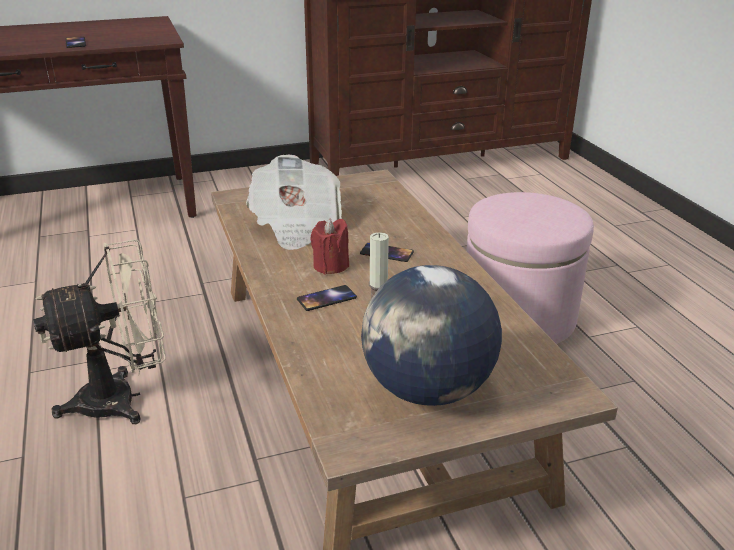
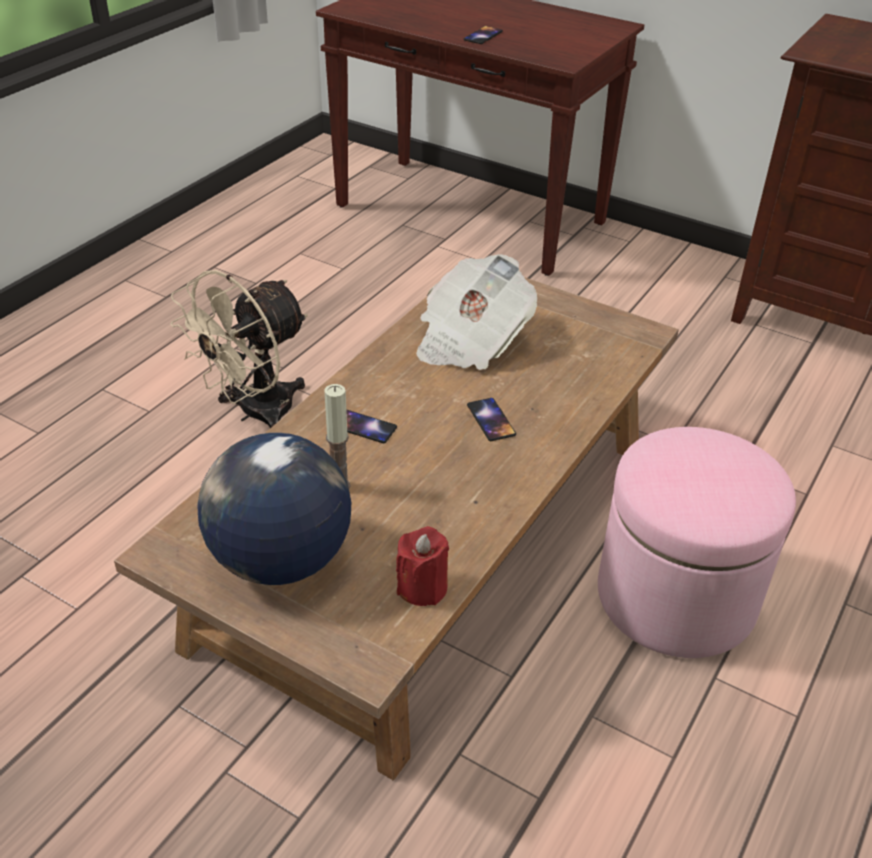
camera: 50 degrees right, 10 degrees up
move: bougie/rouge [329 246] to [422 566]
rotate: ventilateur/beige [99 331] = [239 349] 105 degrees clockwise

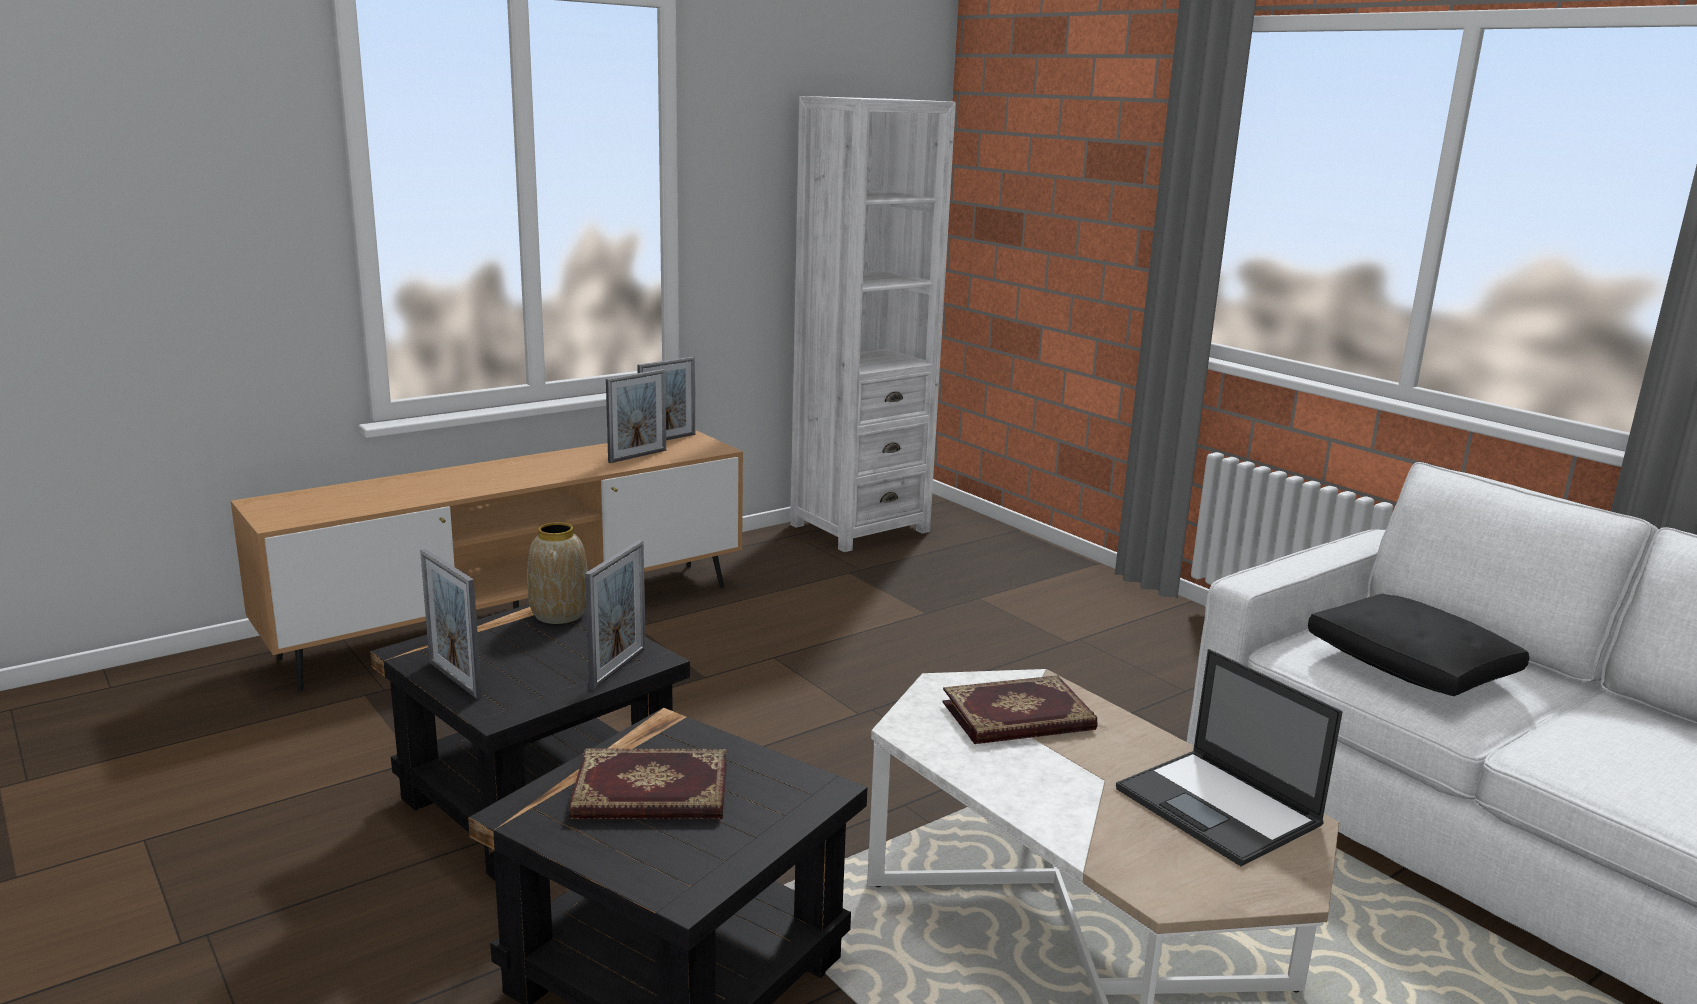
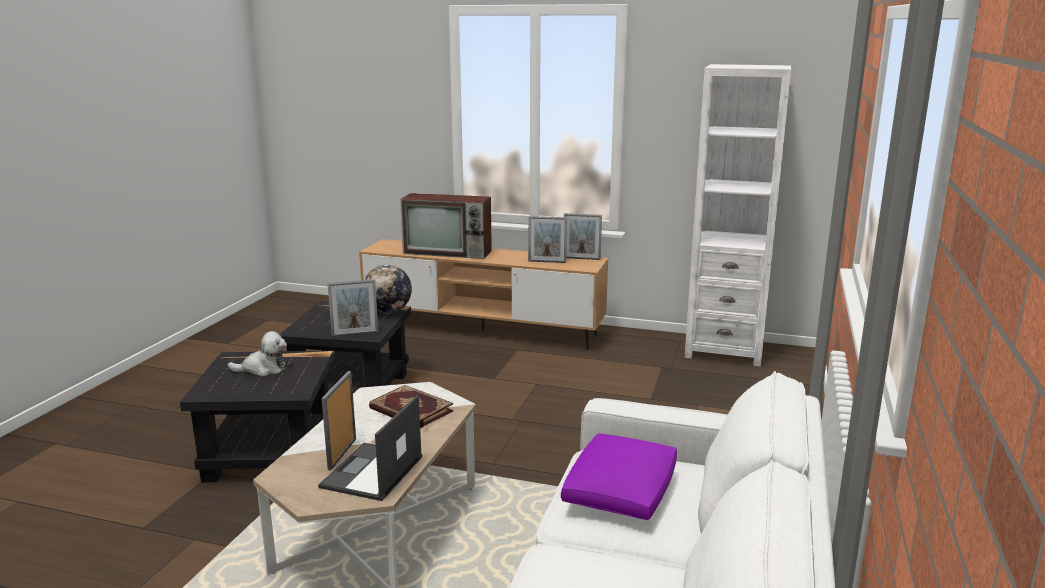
camera: 55 degrees right, 0 degrees up
insert: téléviseur [446 226]
move: cadre photo [451 624] to [338 420]
replace: livre [648 784] to peluche [257 354]; vase [557 573] to globe [388 289]
recolor: coussin/noir [1418 645] to coussin/violet [619 476]

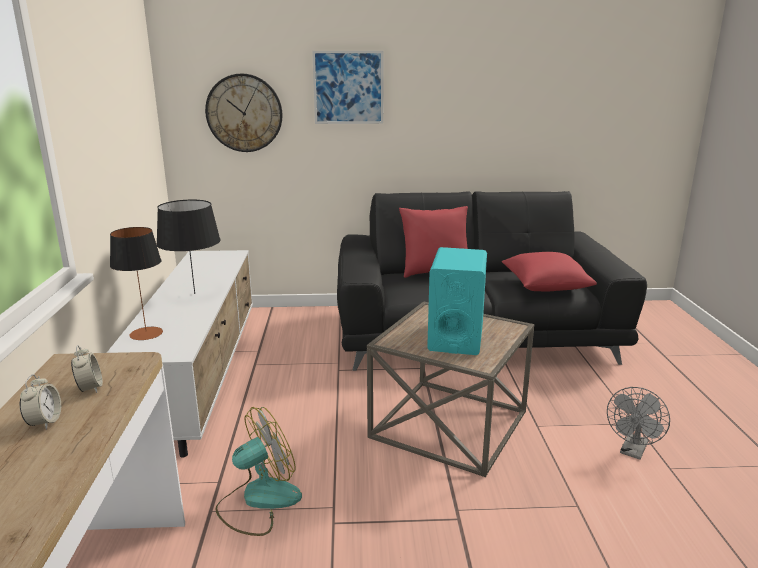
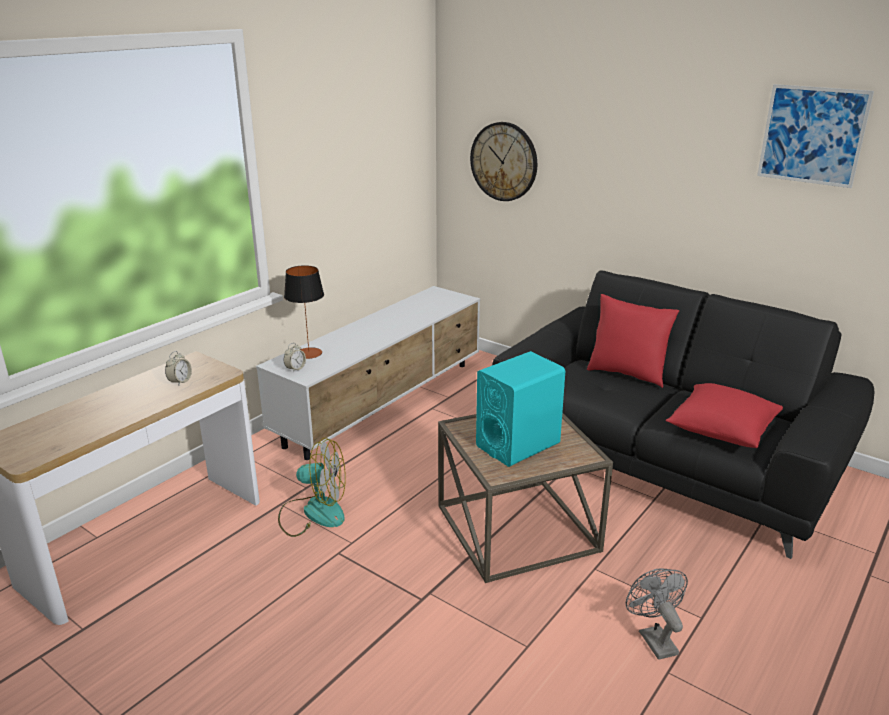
camera: 40 degrees right, 5 degrees up
delete: lampe de table/noir [188 247]
move: réveil [40 402] to [295 357]; tableau [348 87] to [815 136]
rotate: ventilateur/gris [638 423] = [657 614] 90 degrees clockwise

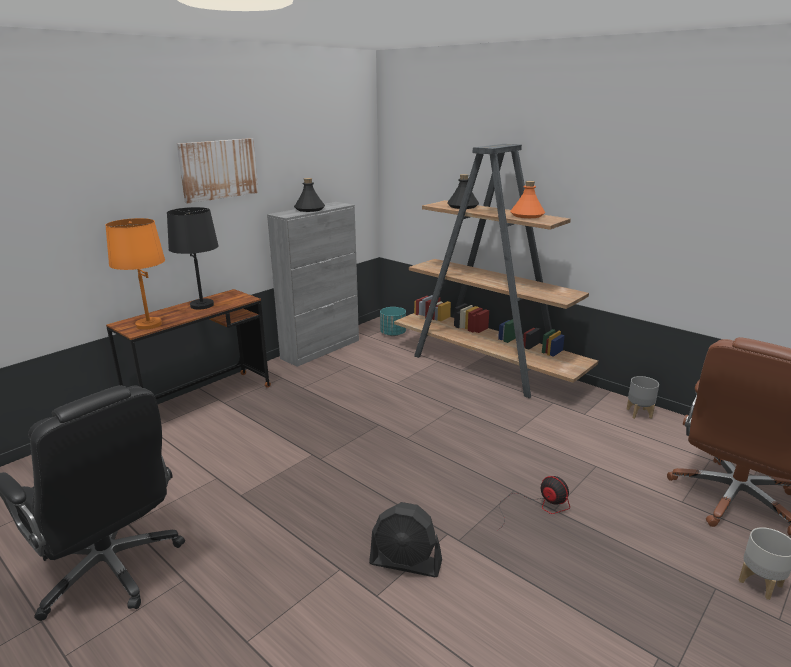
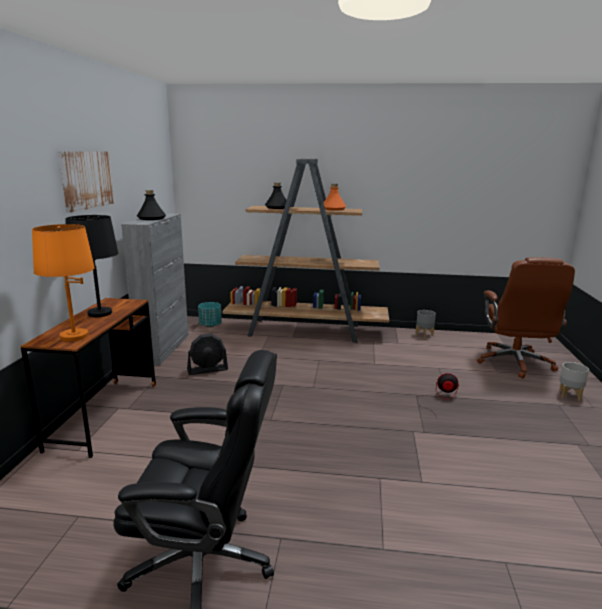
camera: 35 degrees left, 5 degrees down
move: ventilateur/noir [405 539] to [207 354]

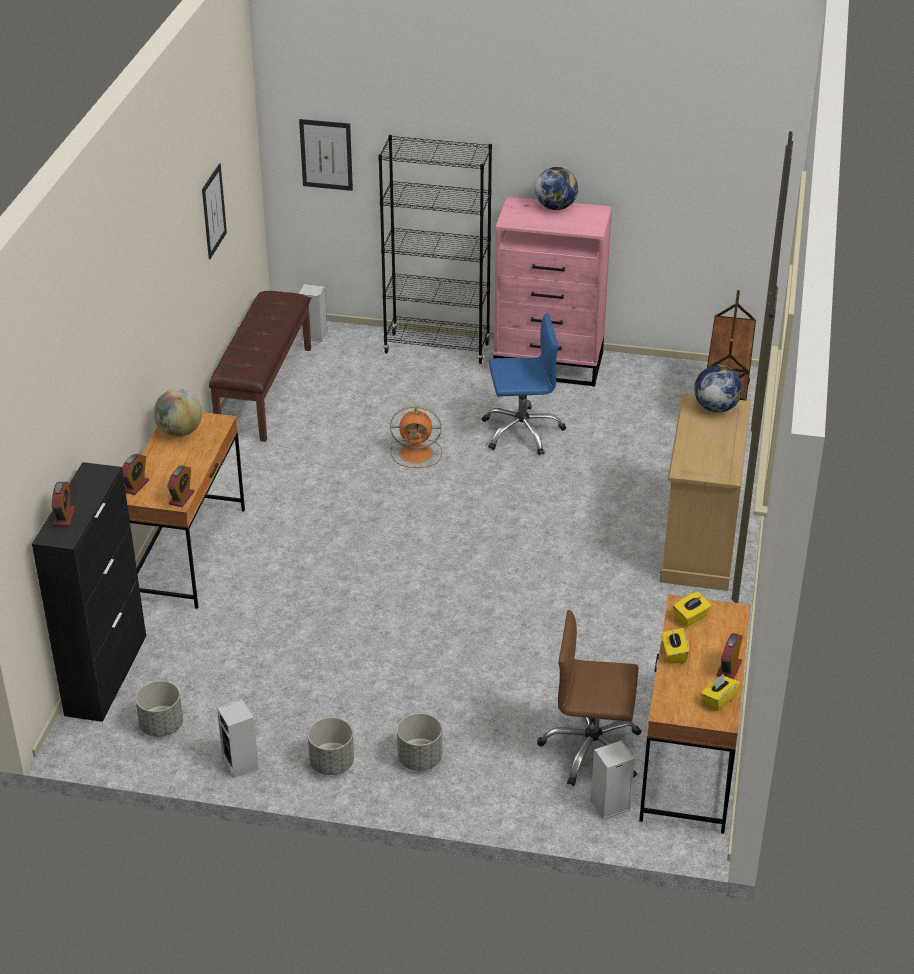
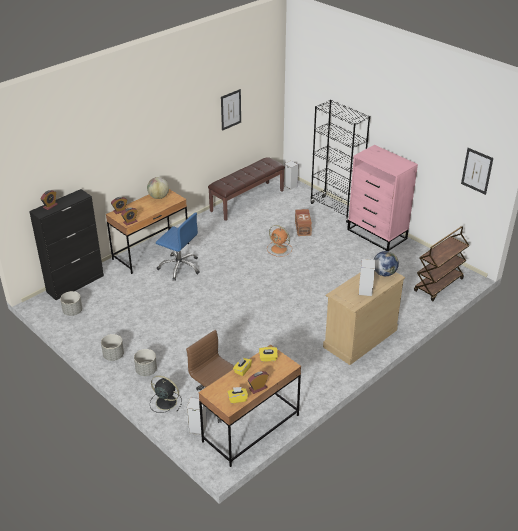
camera: 35 degrees right, 0 degrees up
delete: globe [556 188]
insert: ventilateur/noir [166 394]; boîte de rangement/marron [303 222]
move: chaise de bureau/bleu [524 384] to [178 246]; enceinte [238 738] to [367 277]; tableau [326 155] to [477 171]

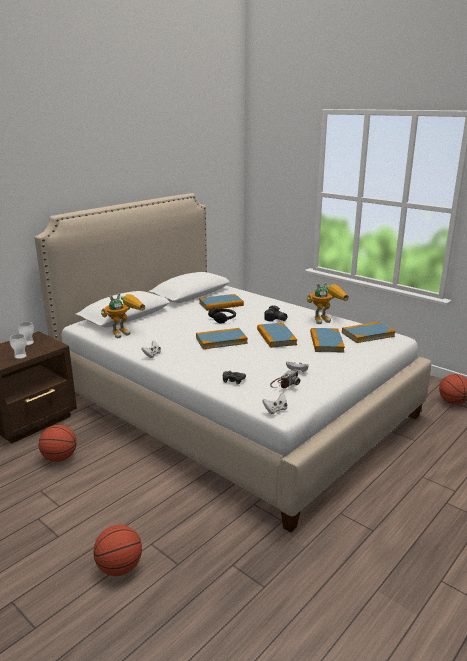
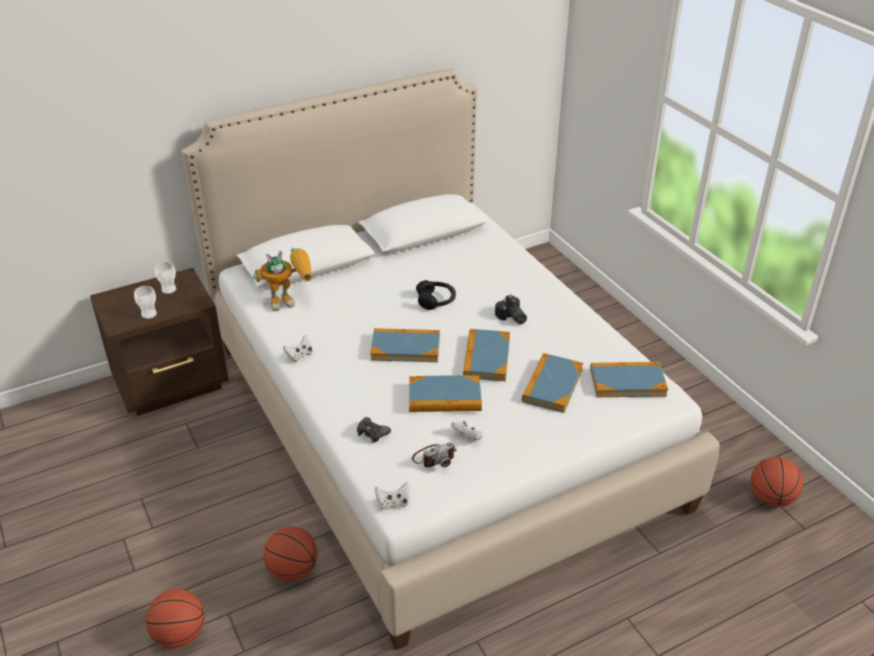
camera: 20 degrees right, 15 degrees up
delete: robot jouet [328 303]
move: ballon de basket [58 443] to [290 553]; livre [221 302] to [445 393]

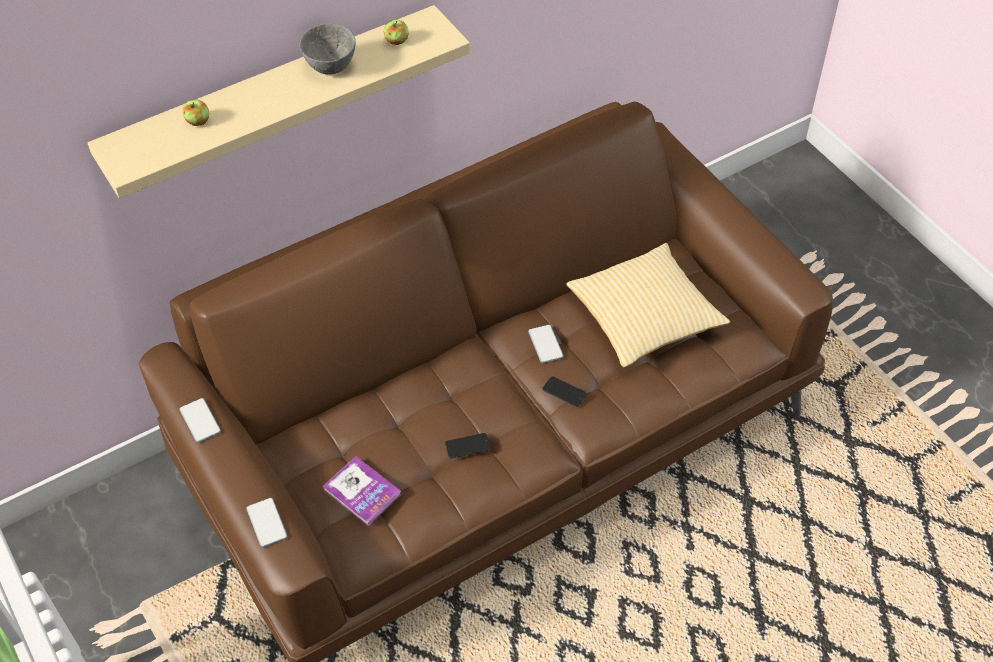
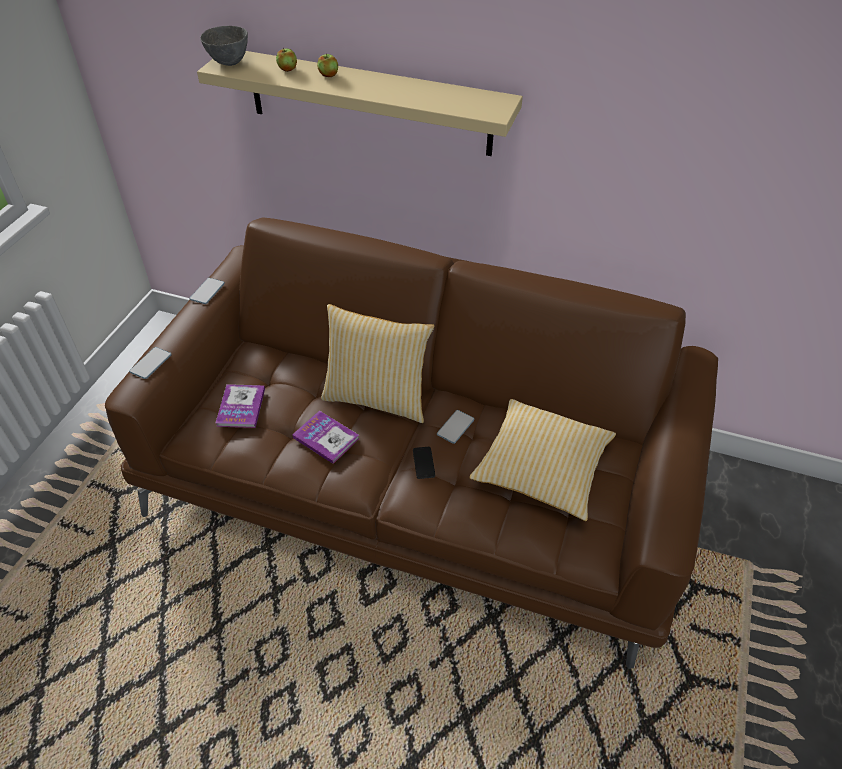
camera: 50 degrees right, 5 degrees down
insert: coussin [377 363]
move: bol/gris [328 49] to [224 46]; pomme [396 32] to [327 65]
replace: téléphone [468 445] to livre [326 437]

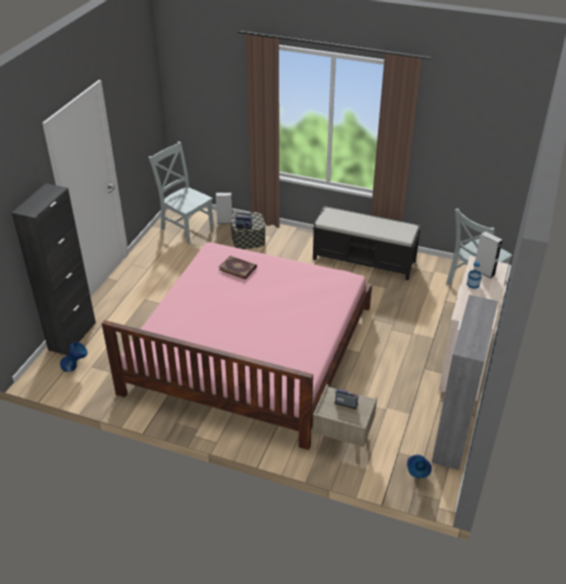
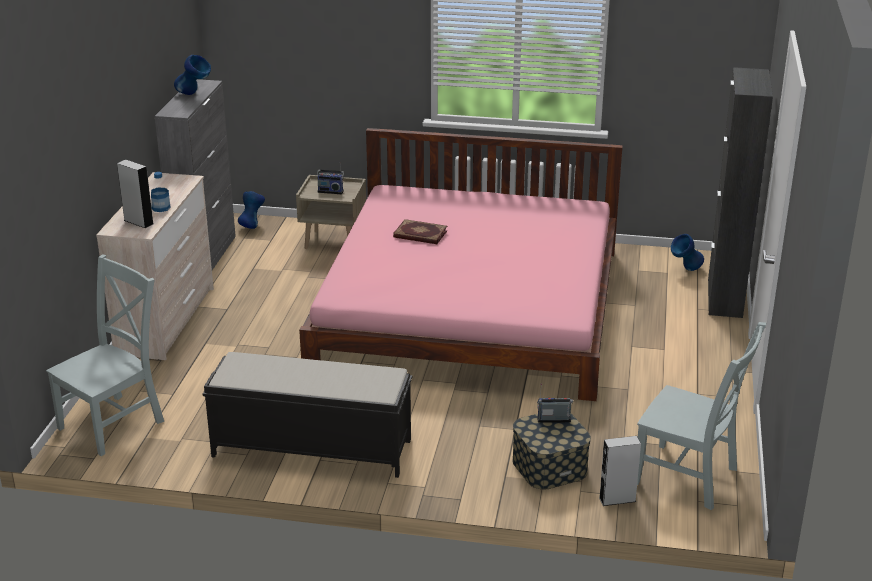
camera: 170 degrees right, 10 degrees down
insert: vase/bleu [192 75]
move: livre [238 267] to [420 231]

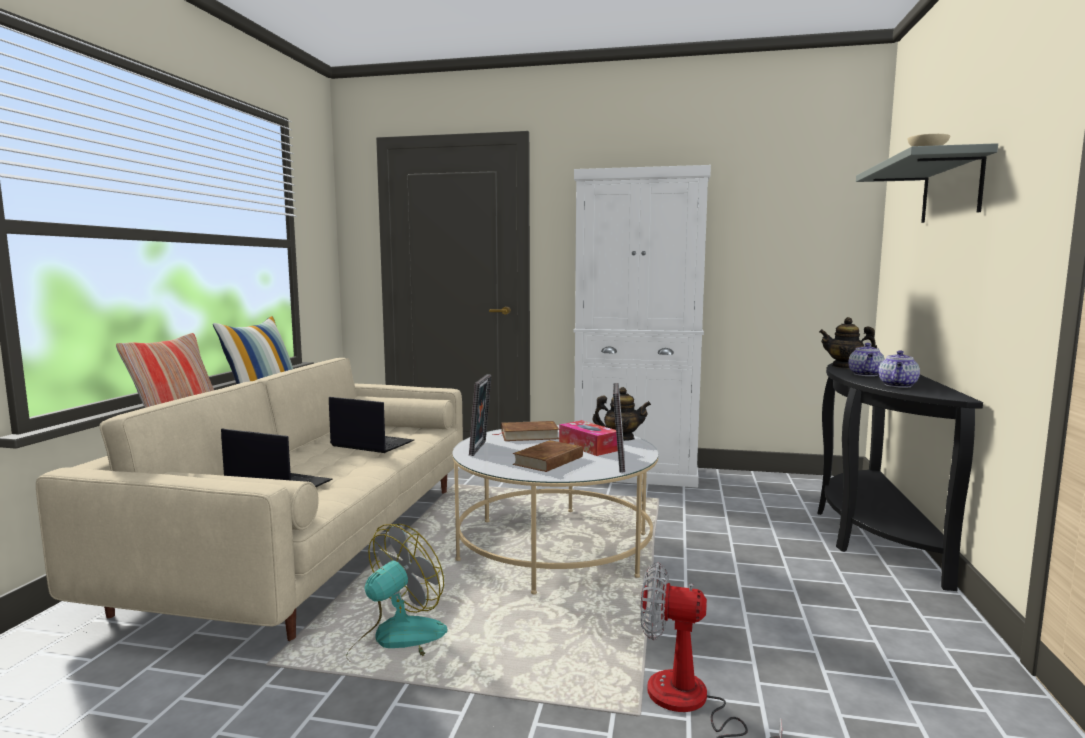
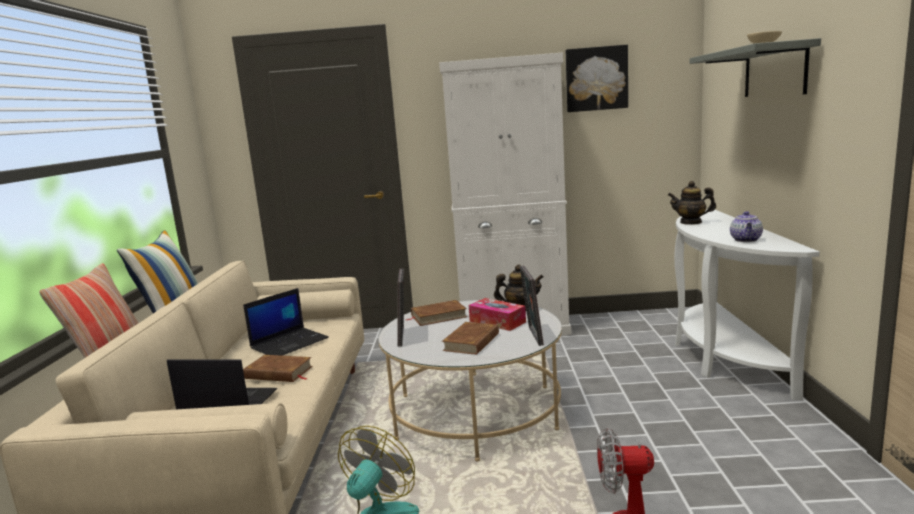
camera: 10 degrees left, 5 degrees up
delete: théière [866 359]
insert: livre/marron [278 368]; tableau [597 78]
recolor: table console/noir [900 477] to table console/blanc [747 304]
rotate: ordinateur portable [371 425] = [286 322] 120 degrees clockwise

